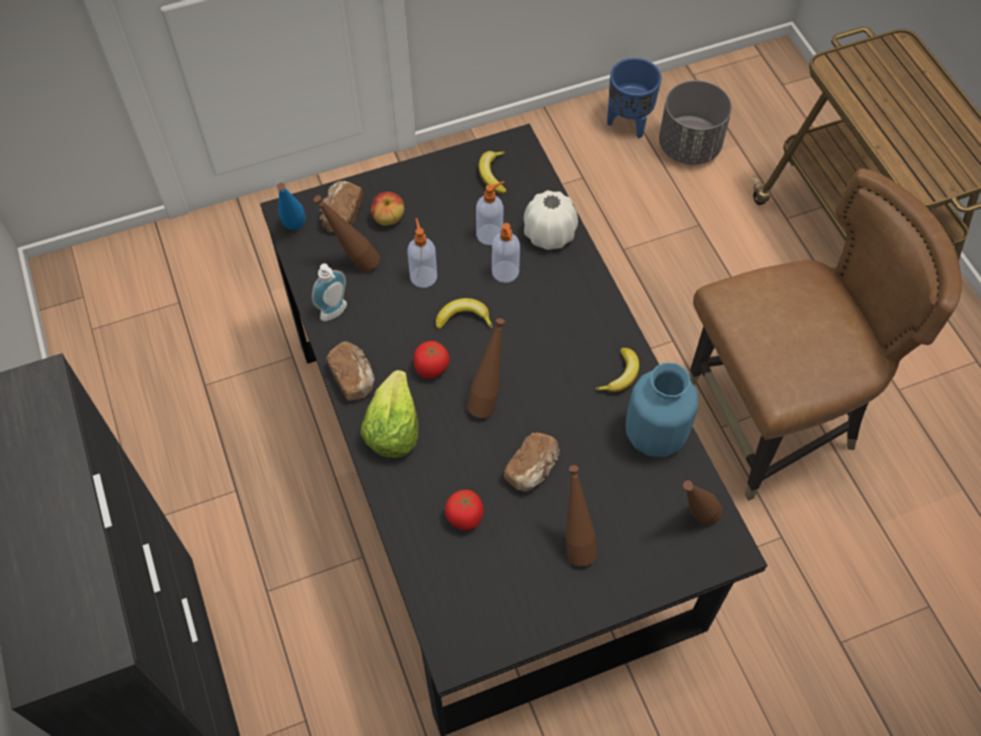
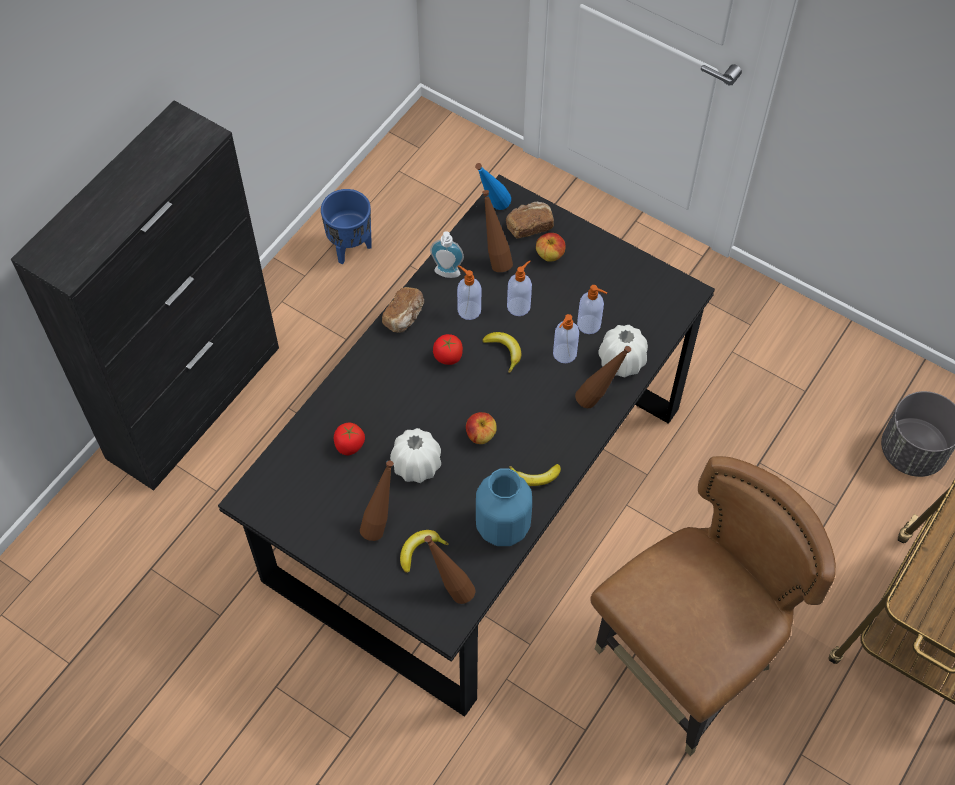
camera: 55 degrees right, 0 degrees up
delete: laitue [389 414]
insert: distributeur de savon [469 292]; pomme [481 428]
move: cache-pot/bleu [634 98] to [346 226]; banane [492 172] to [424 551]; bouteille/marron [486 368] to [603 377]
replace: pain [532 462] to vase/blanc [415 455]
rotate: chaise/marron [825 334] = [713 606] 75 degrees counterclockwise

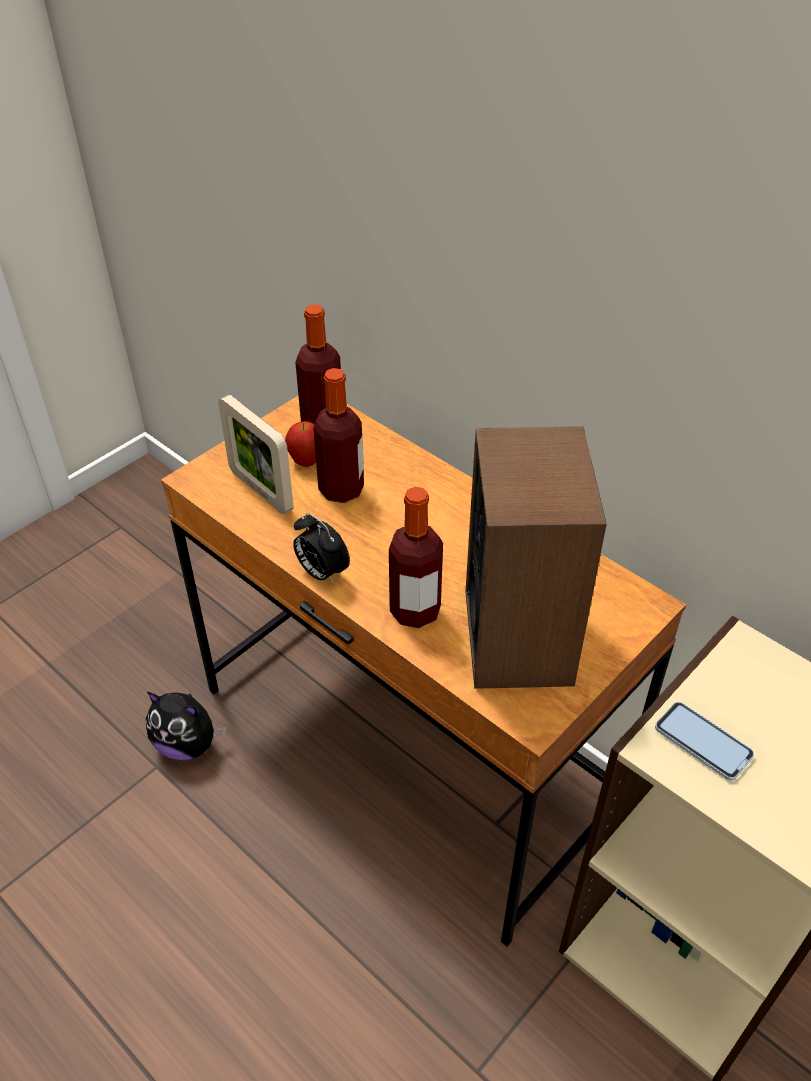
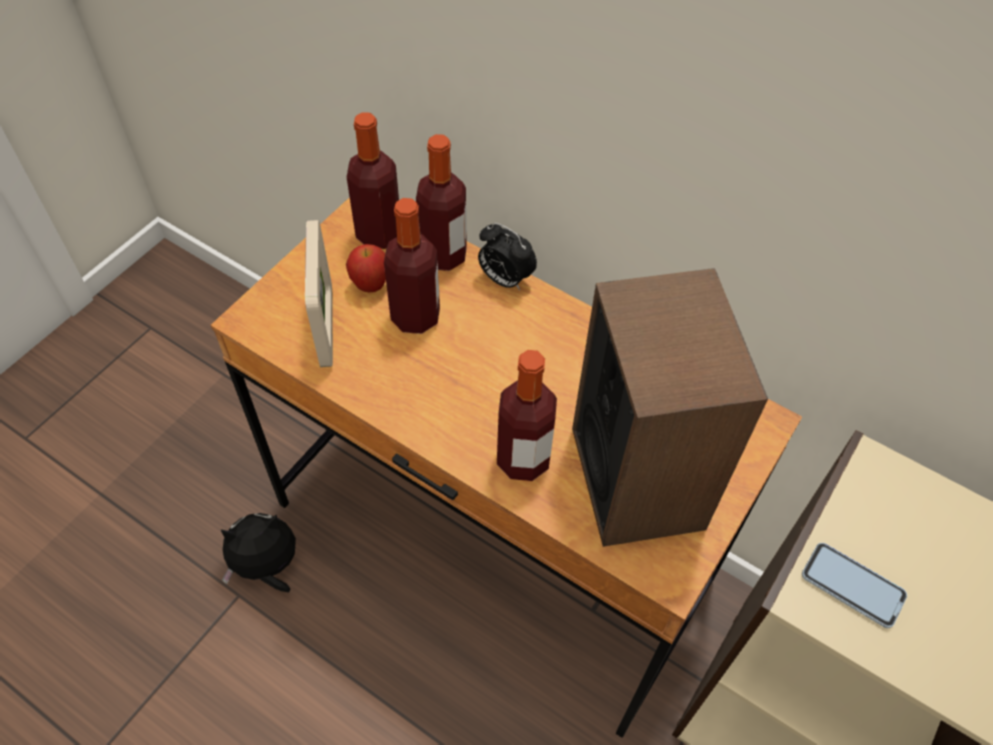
camera: 10 degrees left, 10 degrees up
insert: bouteille [441 202]
move: réveil [321 549] to [507 256]
rotate: peluche [186 726] = [258 552] 150 degrees clockwise; cadre photo [256 454] = [319 293] 135 degrees counterclockwise

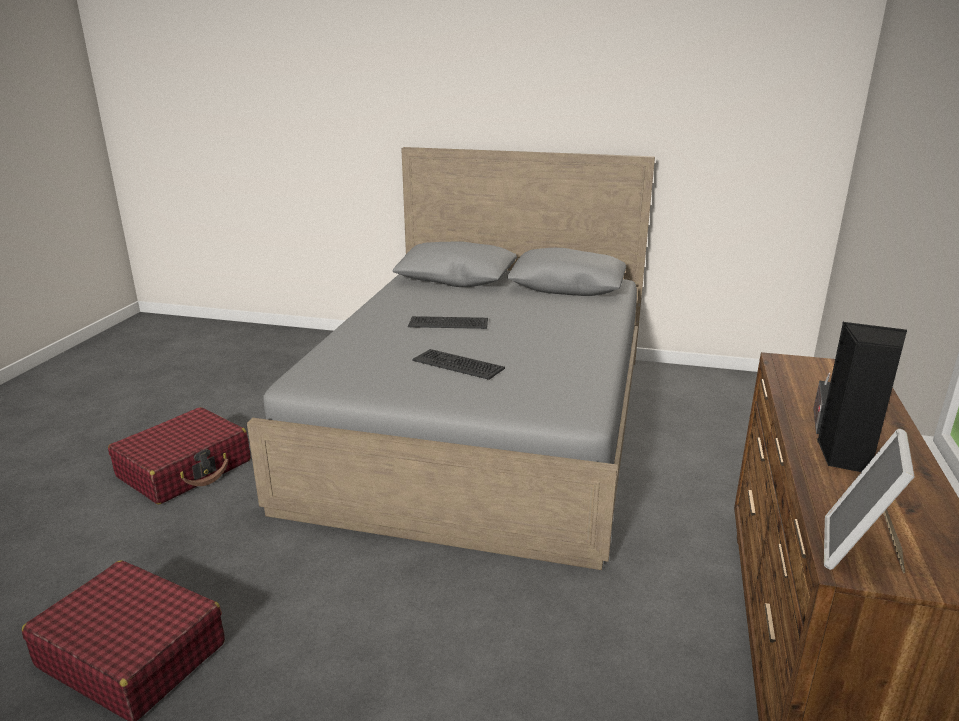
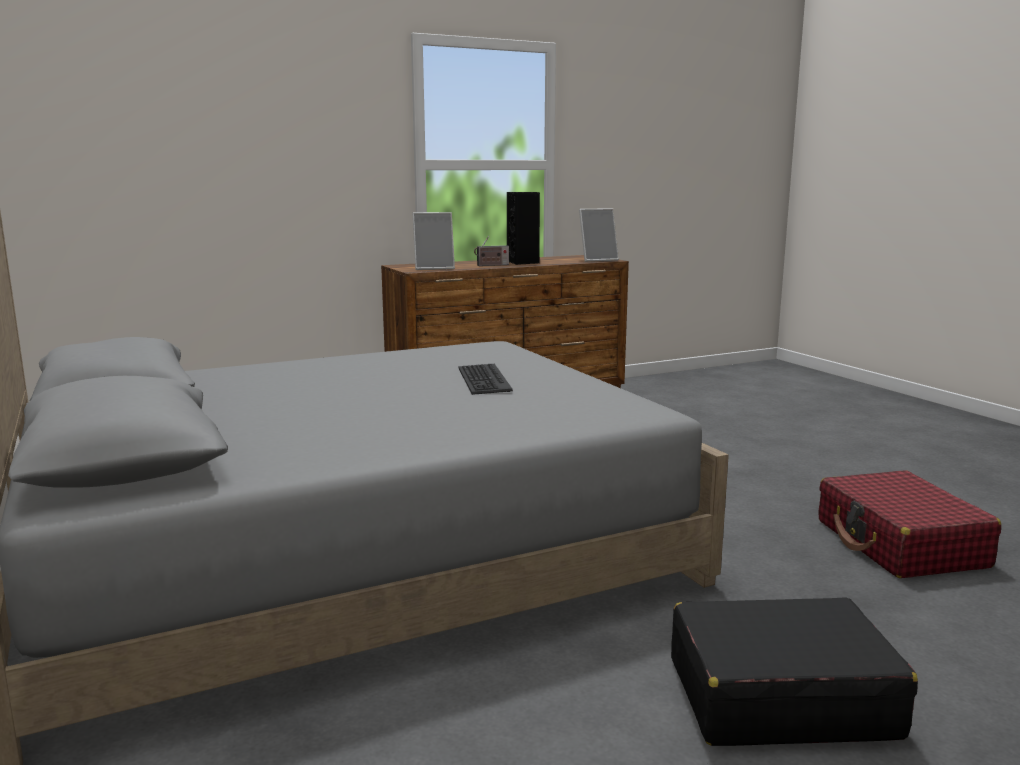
camera: 130 degrees left, 10 degrees down
delete: clavier [448 322]
insert: cadre photo [434 241]
recolor: valise/rouge [179 456] to valise/noir [794 671]

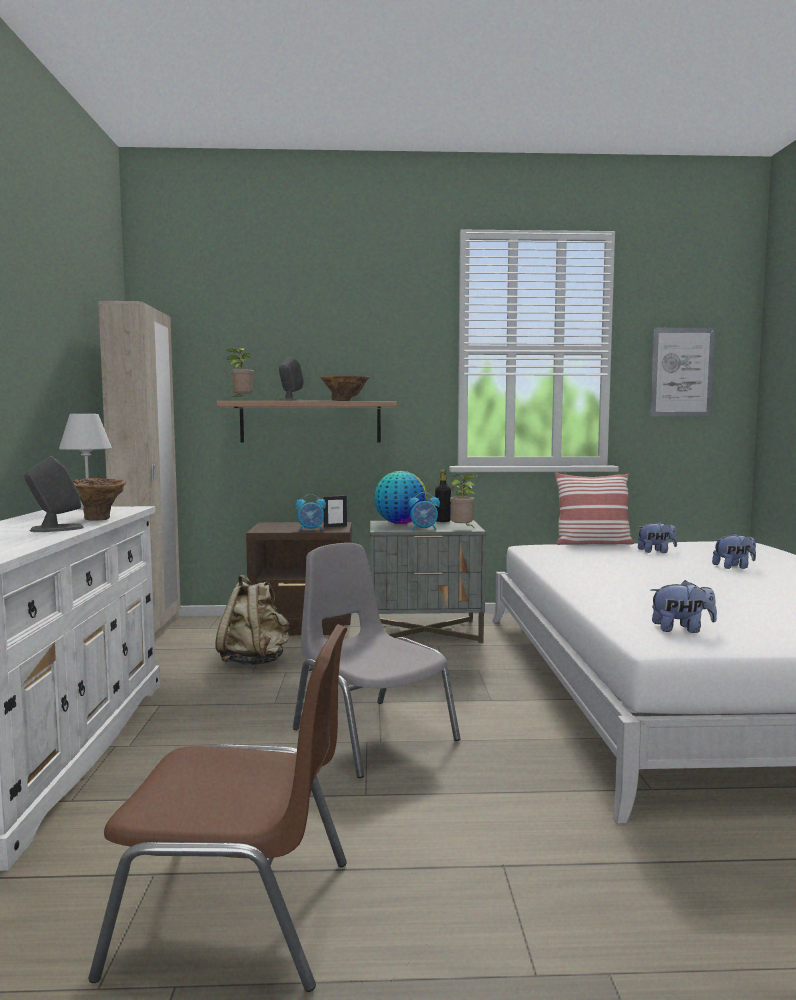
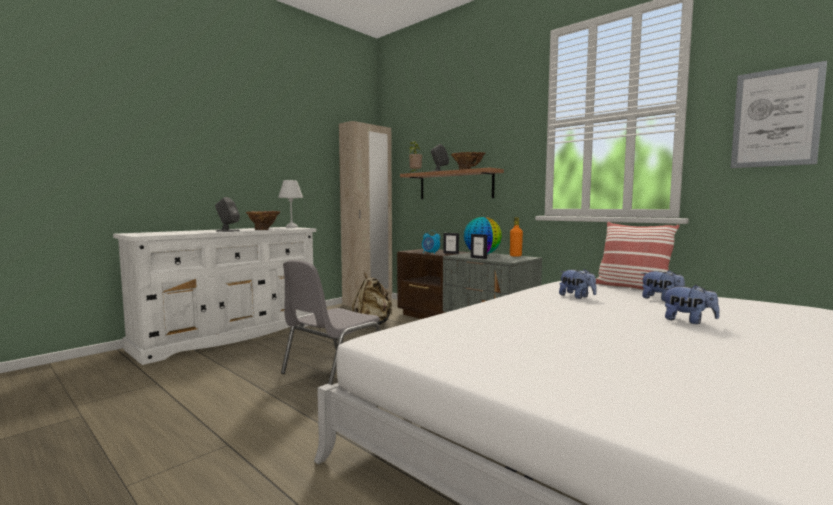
camera: 45 degrees right, 0 degrees up
delete: chaise/marron [218 808]; plante en pot [464 500]
move: peluche [684 606] to [578 284]
replace: réveil [424 511] to cadre photo [479 246]
recolor: bouteille/noir [443 496] to bouteille/orange [516 237]
rotate: chaise/gris [376 660] = [331 322] 150 degrees counterclockwise

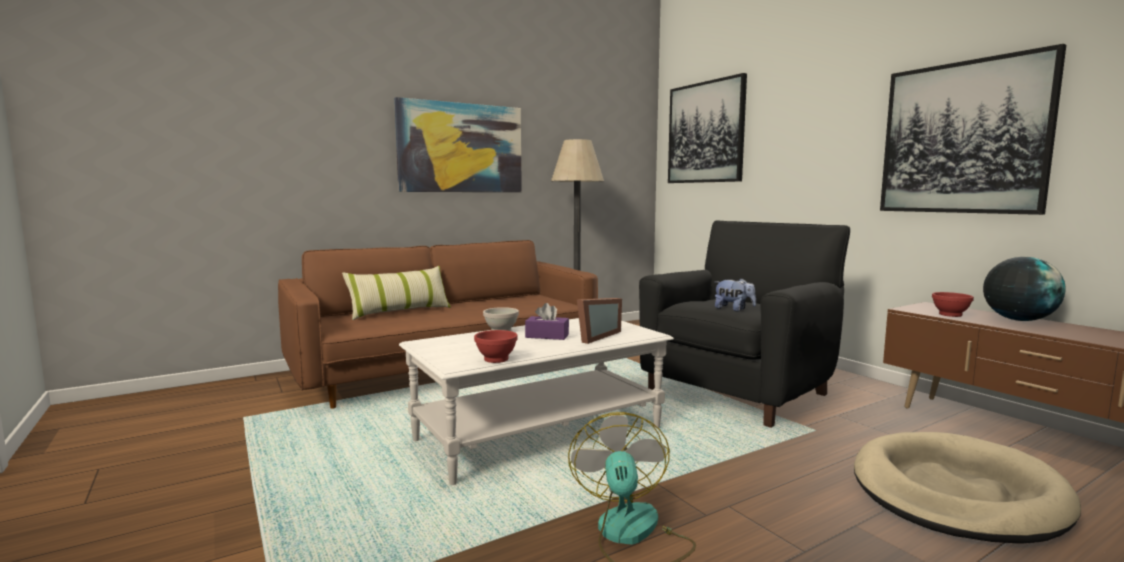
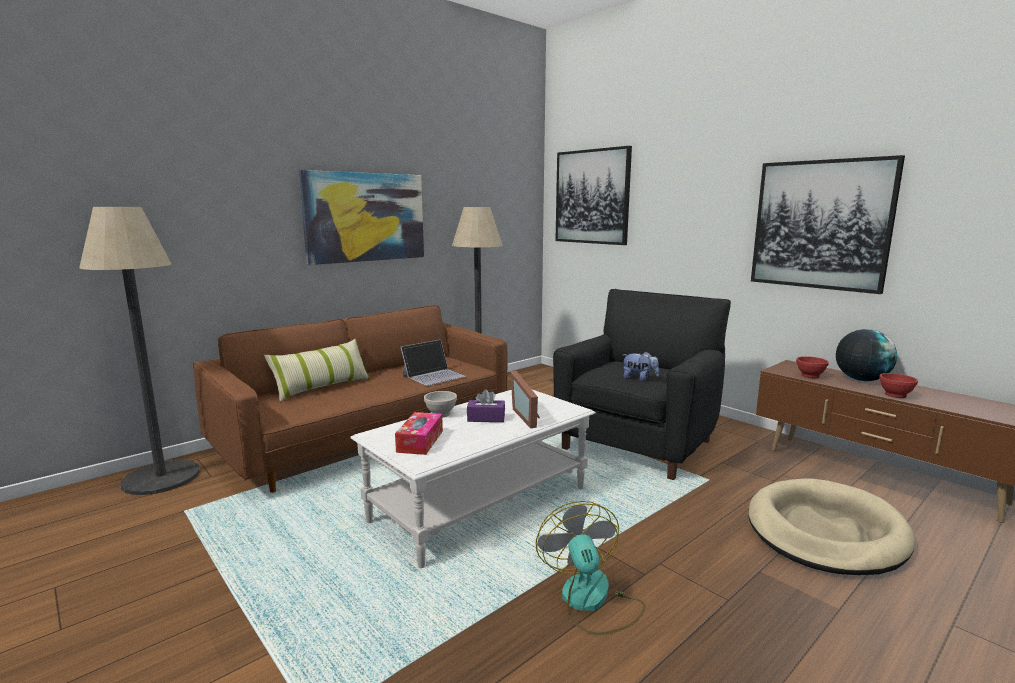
camera: 10 degrees left, 5 degrees up
insert: lampadaire [139 351]; boîte à mouchoirs [419 433]; ordinateur portable [433 362]
move: bol/rouge [496 346] to [898 385]
rotate: cadre photo [599 321] = [525 399] 135 degrees clockwise

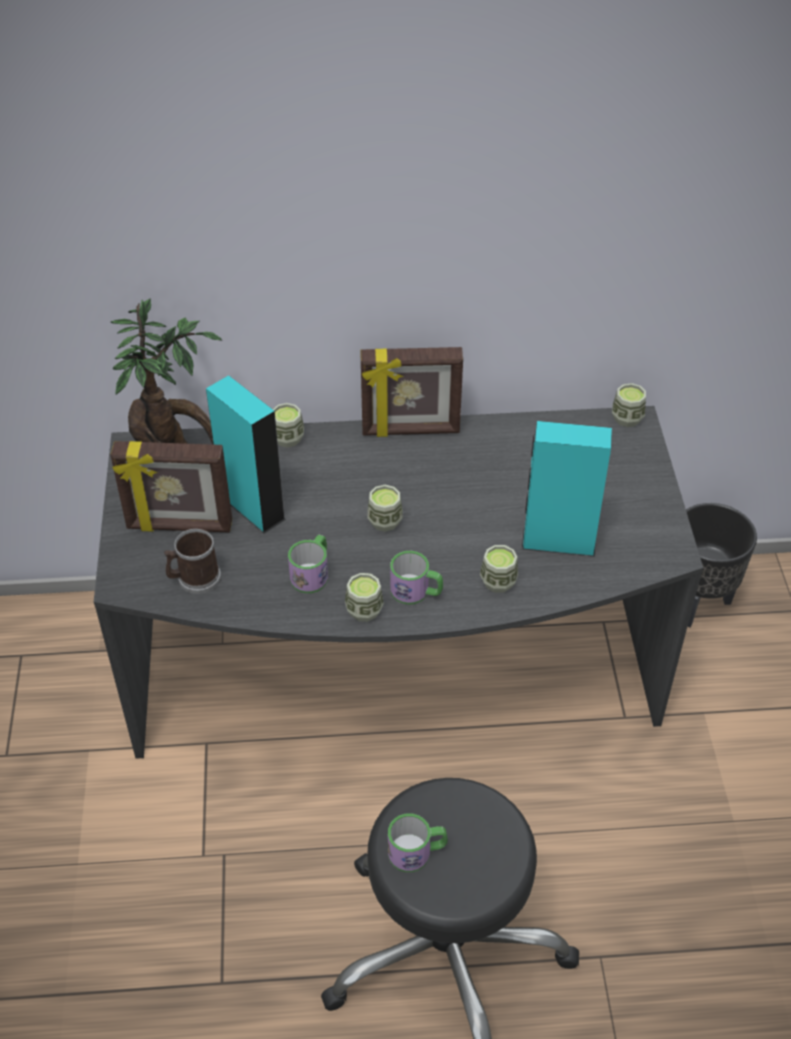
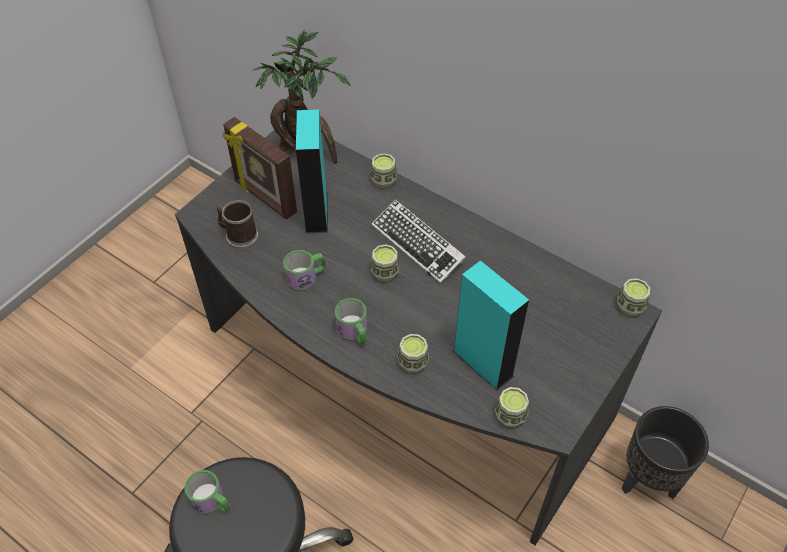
camera: 40 degrees right, 5 degrees up
delete: cadre photo [411 392]
insert: clavier [418 241]
move: tasse [364 597] to [512 407]

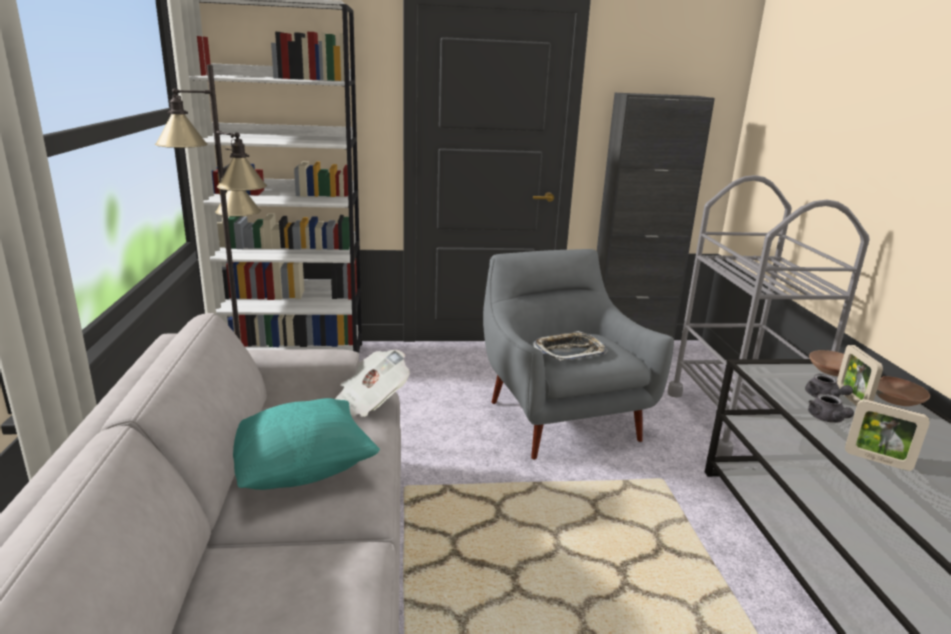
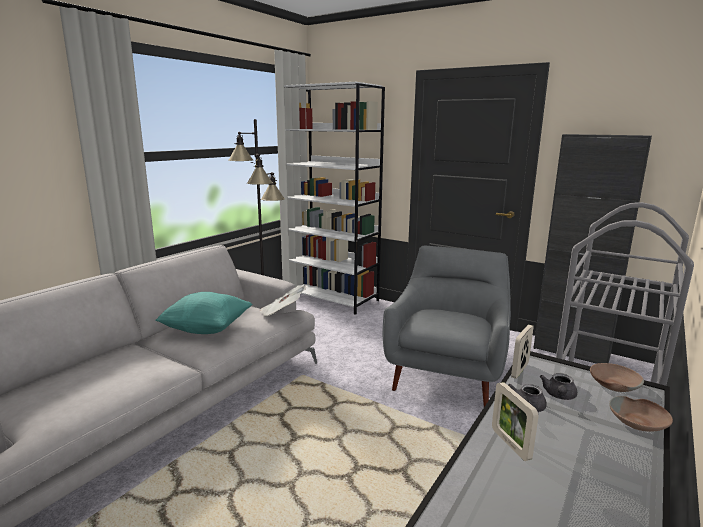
camera: 40 degrees right, 5 degrees down
delete: plateau [570 346]
move: cadre photo [860 375] to [522 351]

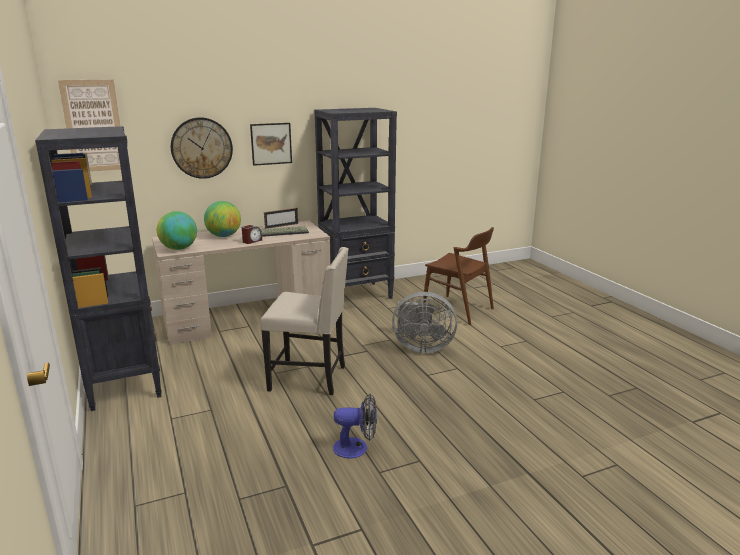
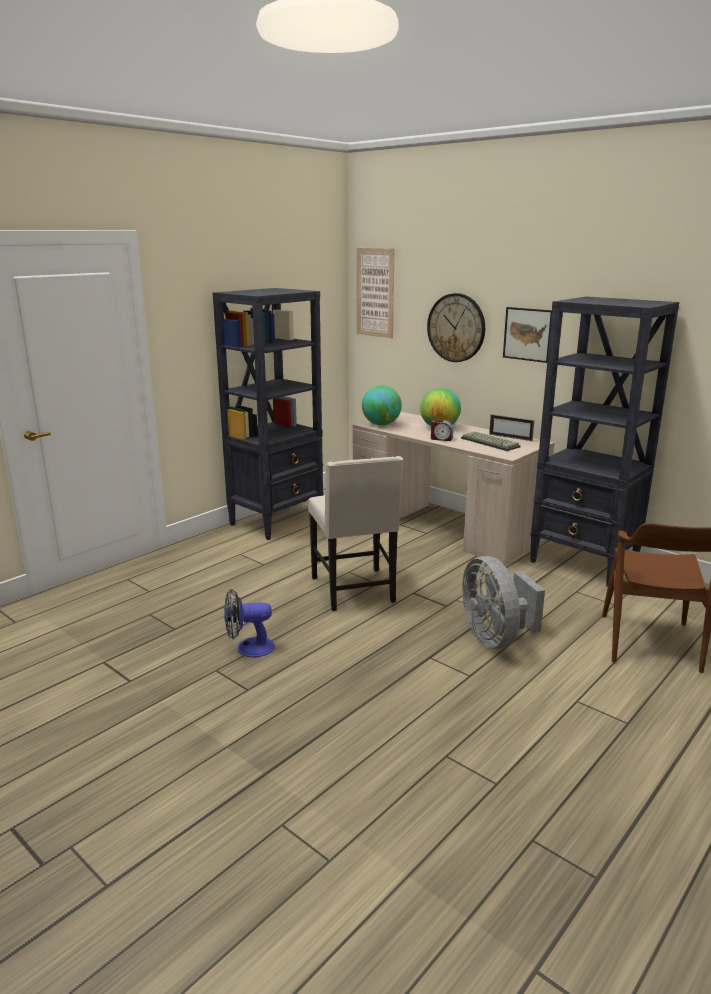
camera: 65 degrees right, 0 degrees up
rotate: ventilateur [355 426] = [249 623] 105 degrees clockwise

